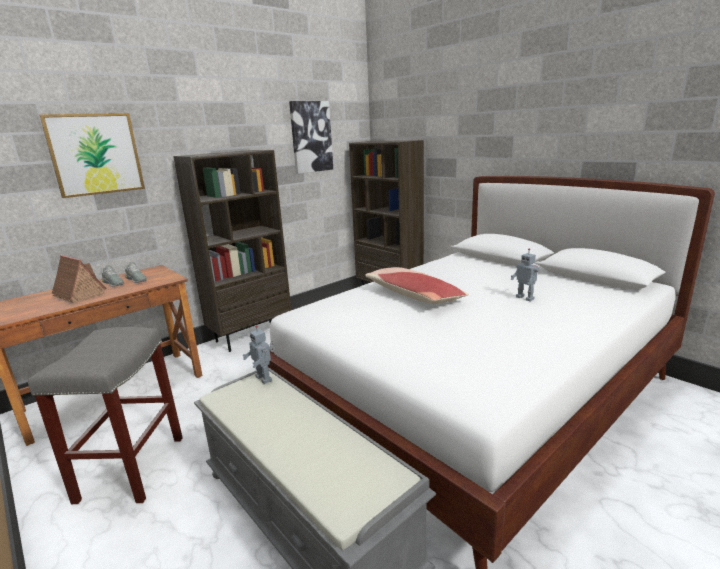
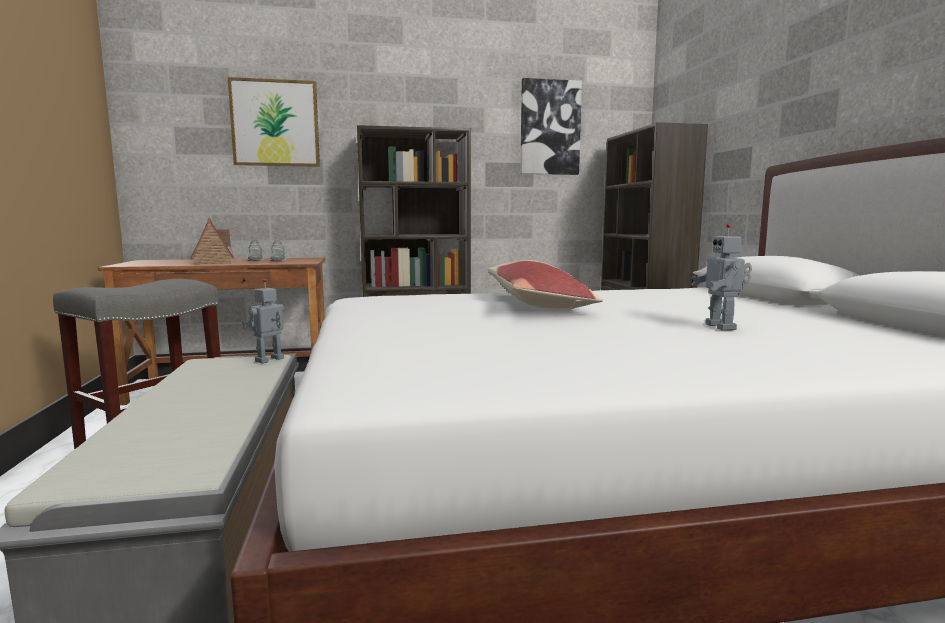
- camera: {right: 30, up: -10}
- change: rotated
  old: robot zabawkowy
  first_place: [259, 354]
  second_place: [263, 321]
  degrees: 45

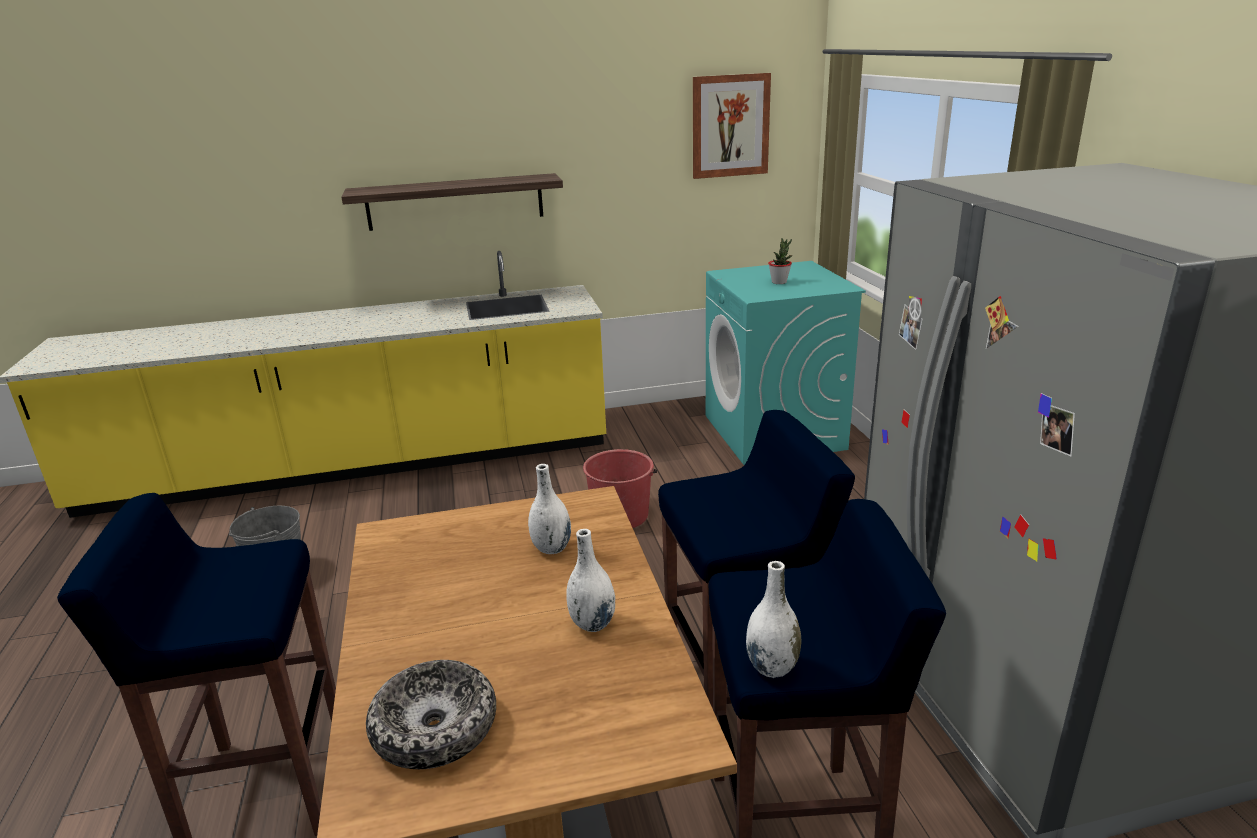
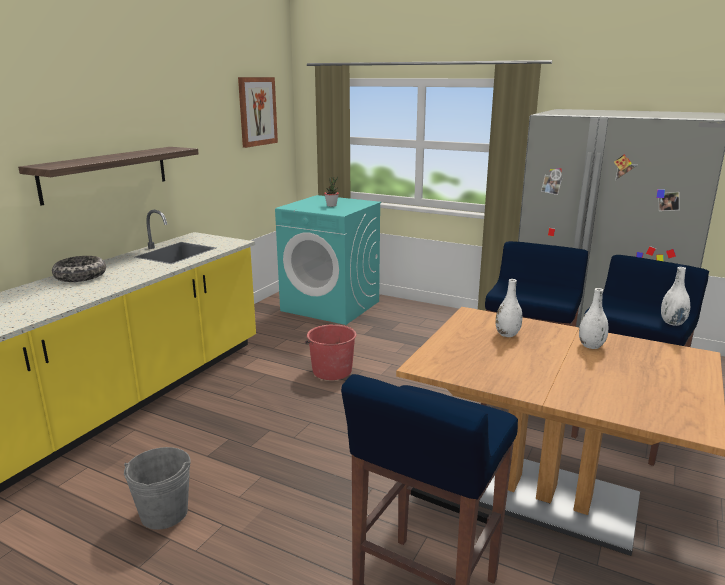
- camera: {right: -50, up: -5}
- change: shifted
  old: miska
  first_place: [431, 714]
  second_place: [79, 269]

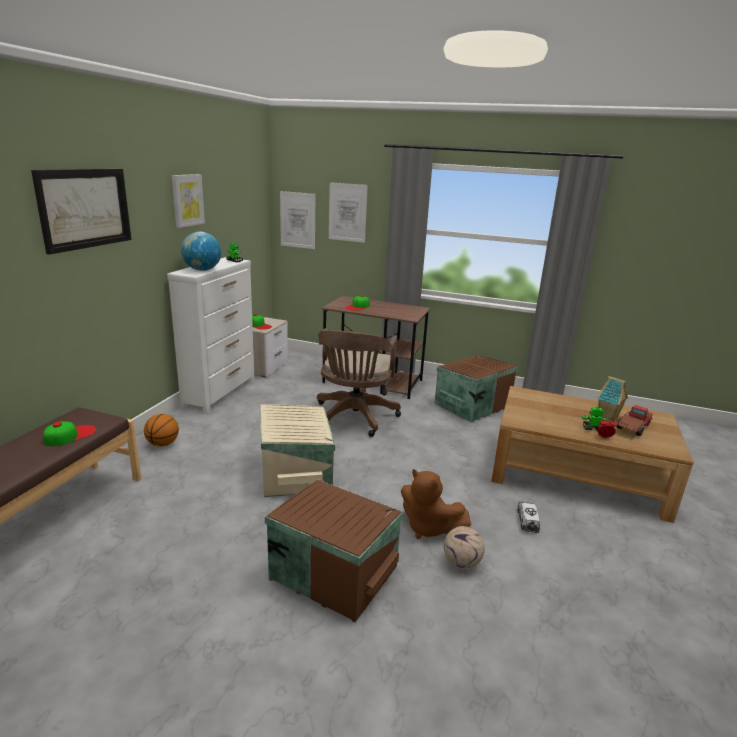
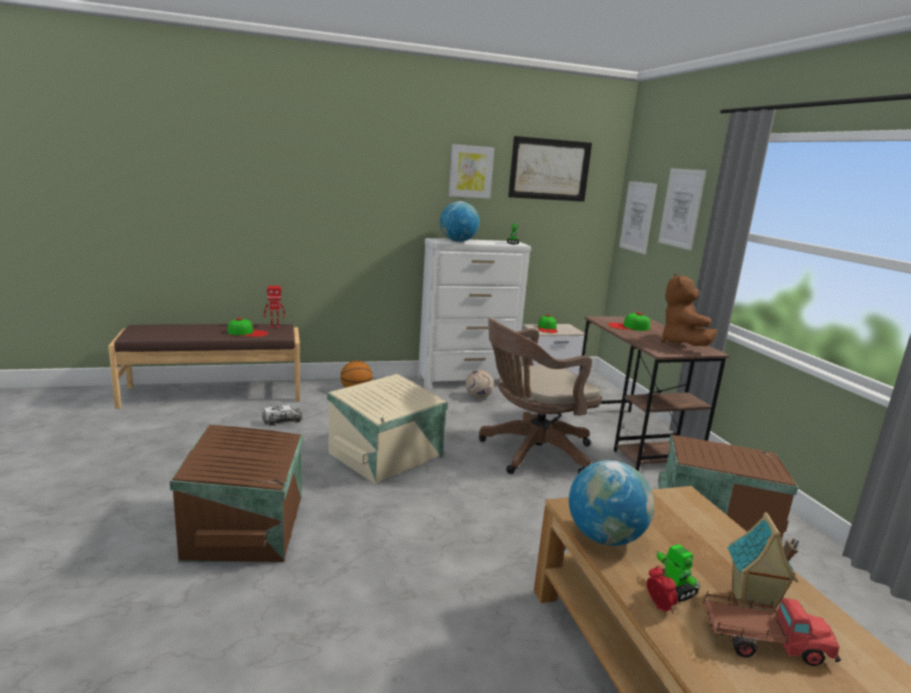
- camera: {right: 55, up: -5}
- change: shifted
  old: obraz
  first_place: [81, 212]
  second_place: [550, 169]
- change: shifted
  old: pluszak/brązowy
  first_place: [436, 504]
  second_place: [689, 310]
- change: shifted
  old: piłka futbolowa
  first_place: [464, 547]
  second_place: [480, 384]
- change: shifted
  old: ciężarówka zabawkowa
  first_place: [528, 517]
  second_place: [282, 415]
- change: new
  new: robot zabawkowy
  second_place: [274, 307]
- change: new
  new: globus
  second_place: [611, 503]

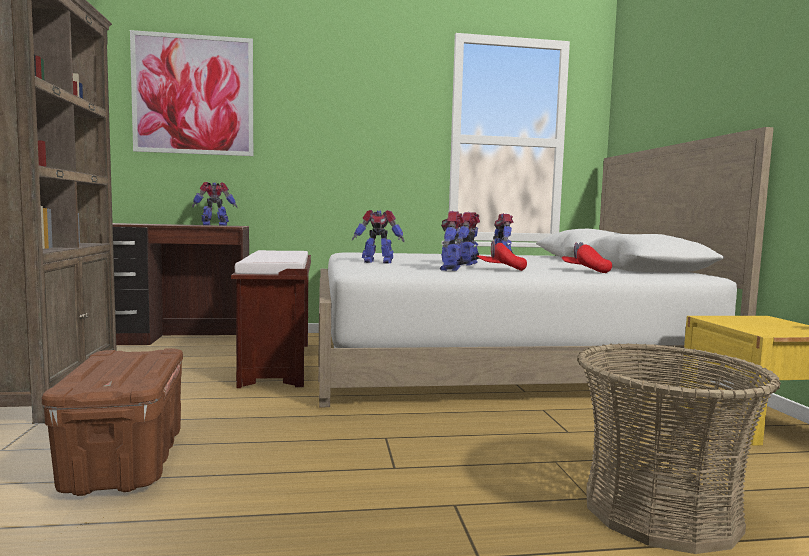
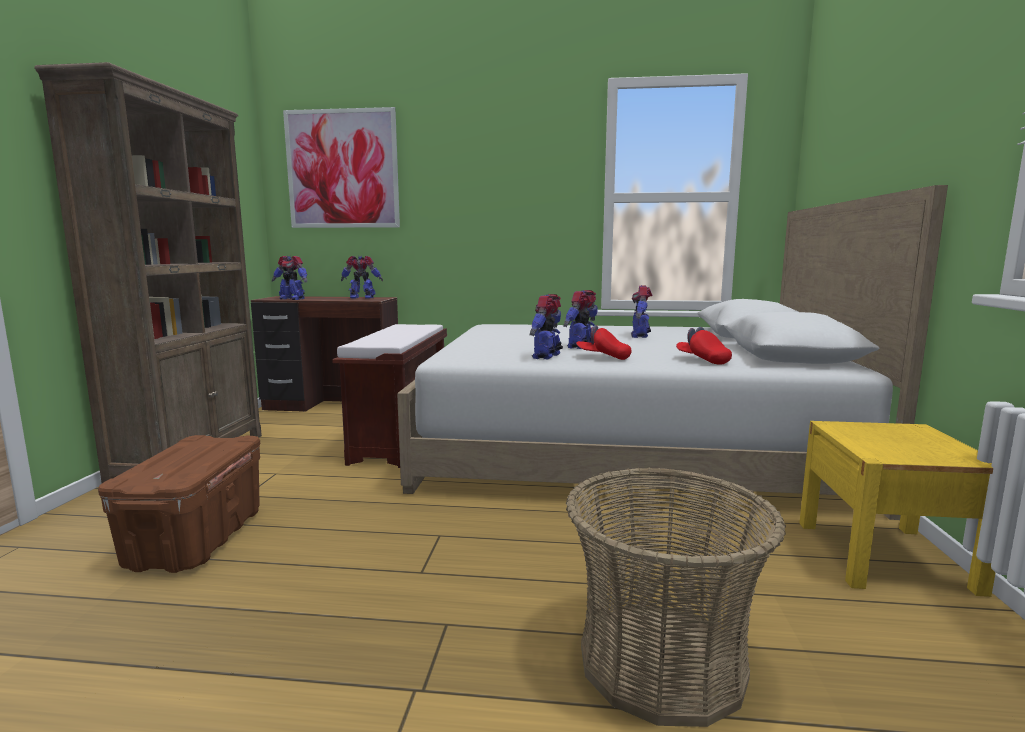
- camera: {right: 15, up: 5}
- change: shifted
  old: robot zabawkowy
  first_place: [378, 236]
  second_place: [289, 278]

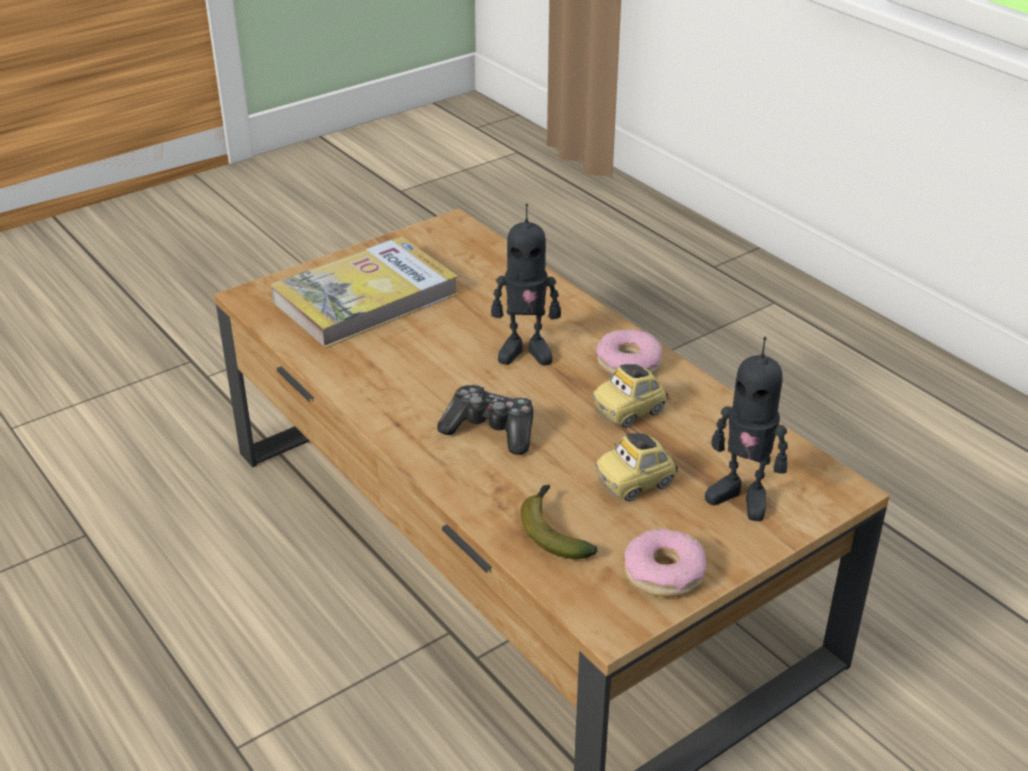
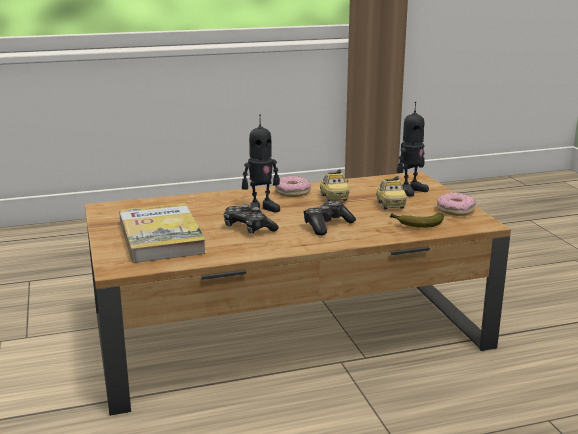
- camera: {right: -70, up: -15}
- change: rotated
  old: robot zabawkowy
  first_place: [526, 284]
  second_place: [261, 164]
  degrees: 45
- change: new
  new: pad do gier
  second_place: [251, 219]

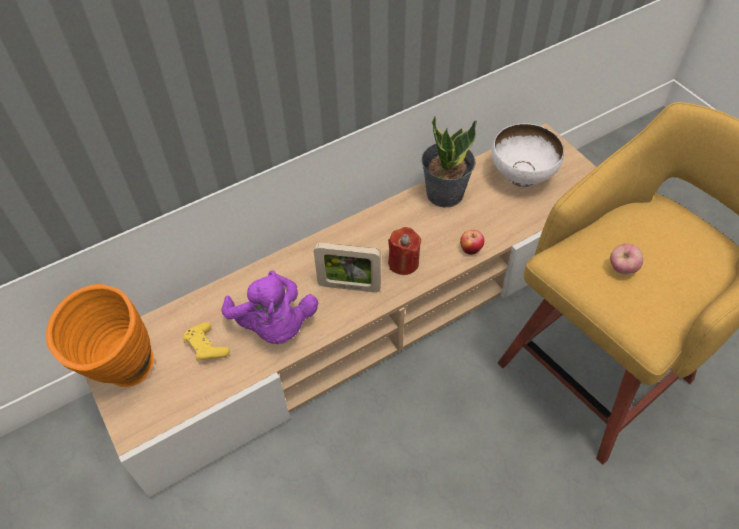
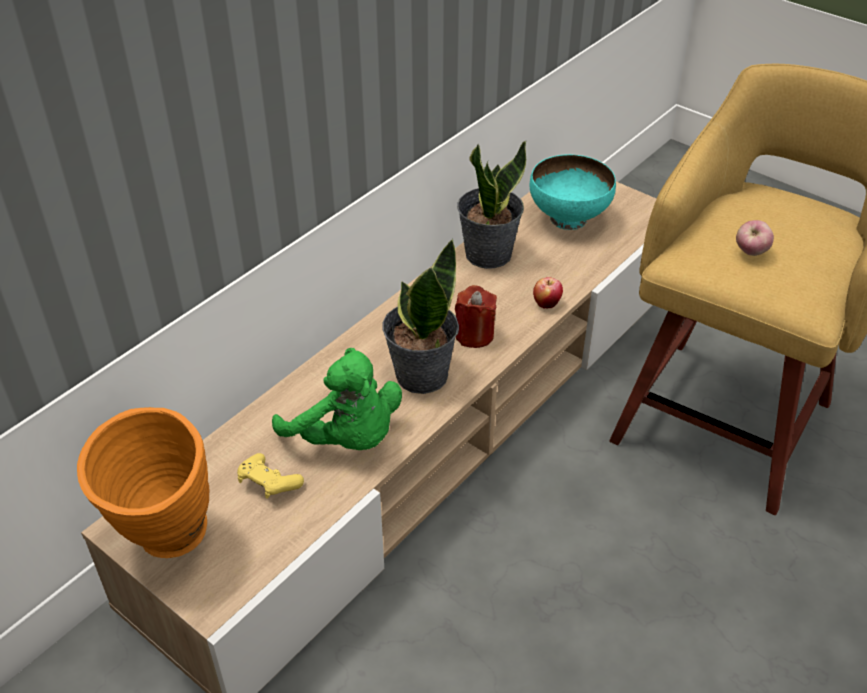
- camera: {right: -20, up: -10}
- change: repainted
  old: pluszak/fioletowy
  new: pluszak/zielony
  first_place: [270, 307]
  second_place: [337, 399]
- change: swapped
  old: ramka na zdjęcie
  new: roślina doniczkowa
  first_place: [347, 267]
  second_place: [420, 316]
- change: repainted
  old: miska/biały
  new: miska/turkusowy
  first_place: [528, 155]
  second_place: [573, 192]

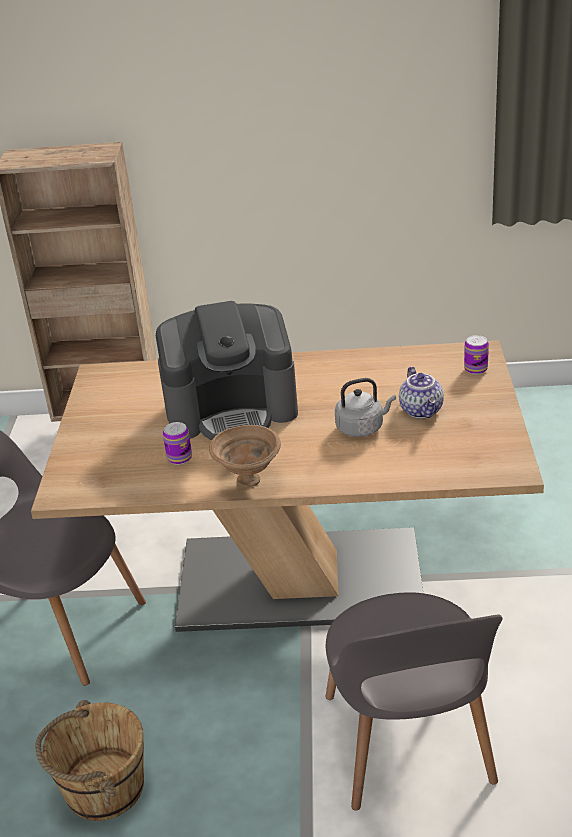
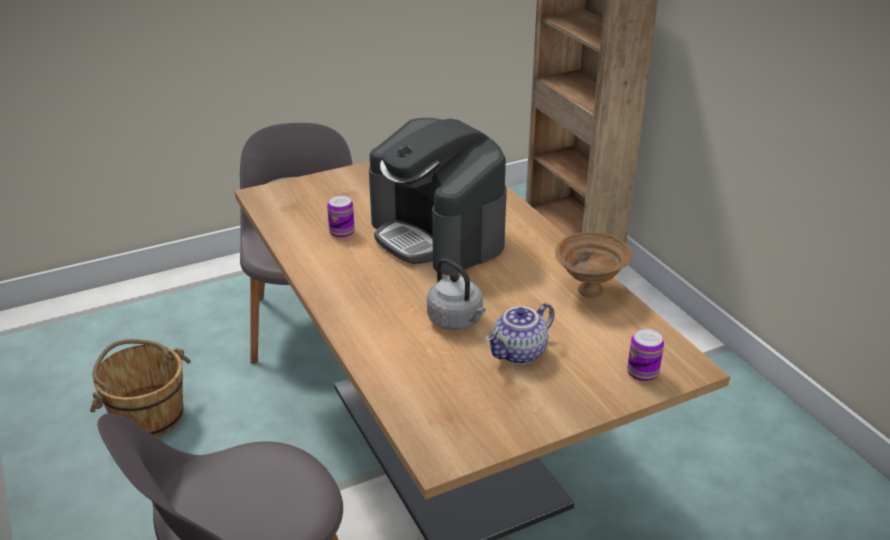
- camera: {right: 60, up: 0}
- change: shifted
  old: miska/brązowy
  first_place: [245, 456]
  second_place: [594, 265]

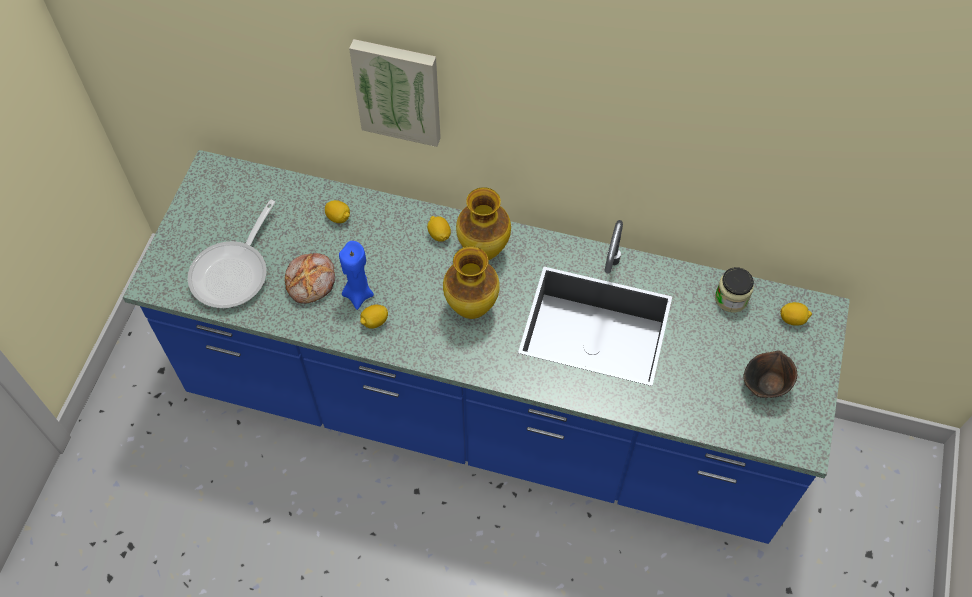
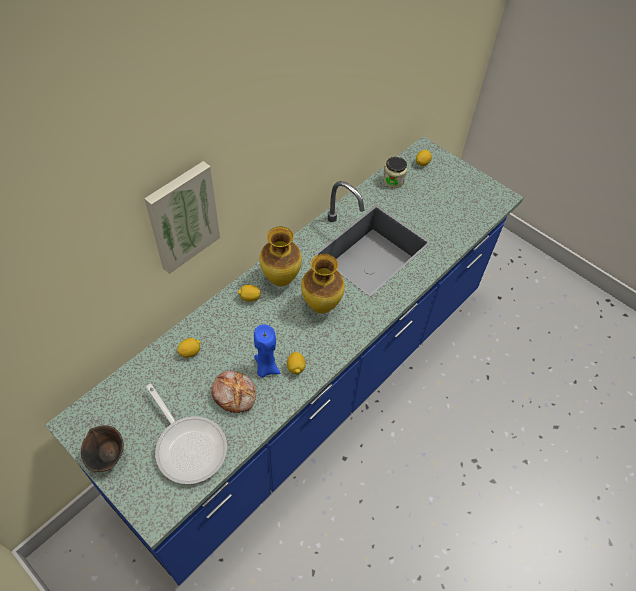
- camera: {right: -65, up: -5}
- change: shifted
  old: miska/brązowy
  first_place: [770, 374]
  second_place: [102, 448]

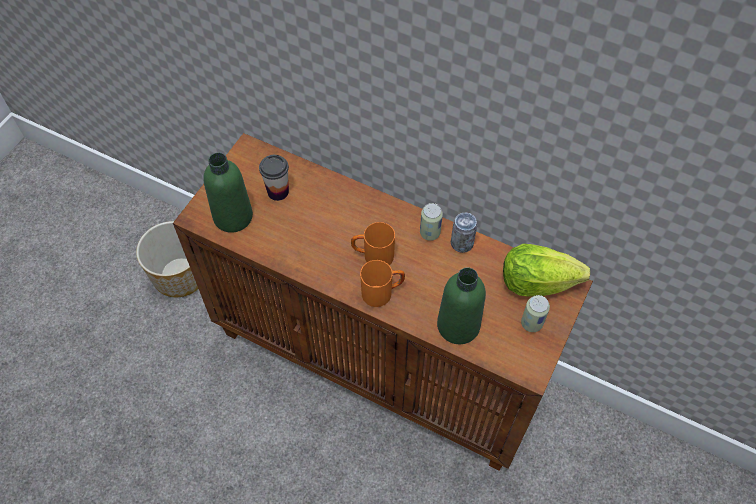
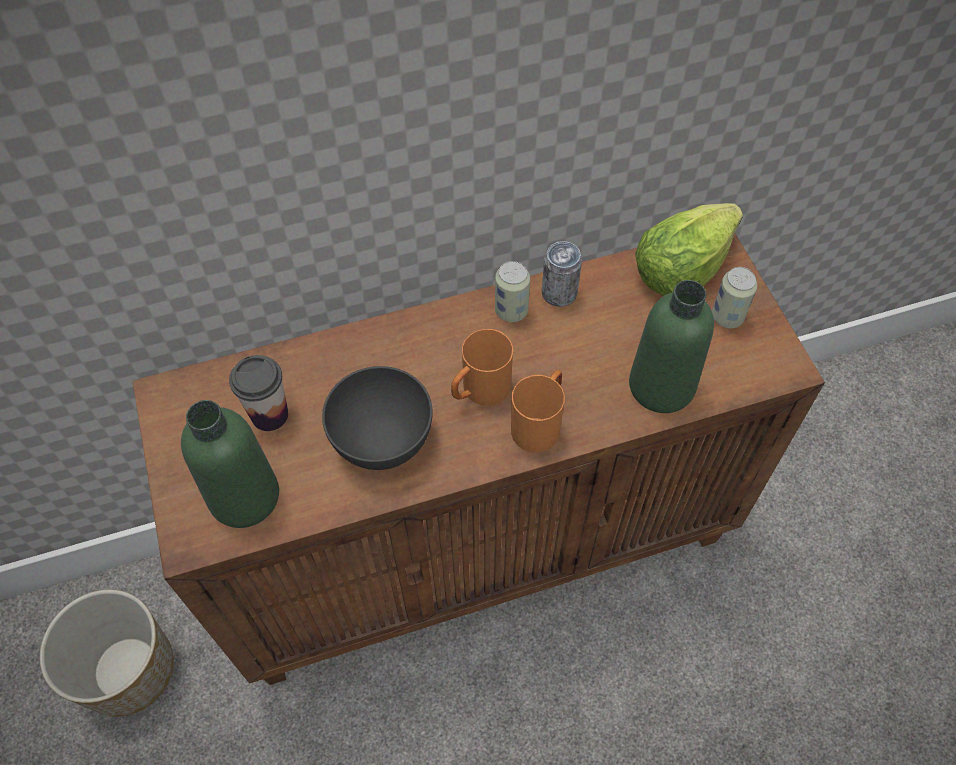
- camera: {right: -45, up: 0}
- change: new
  new: miska/szary
  second_place: [377, 418]

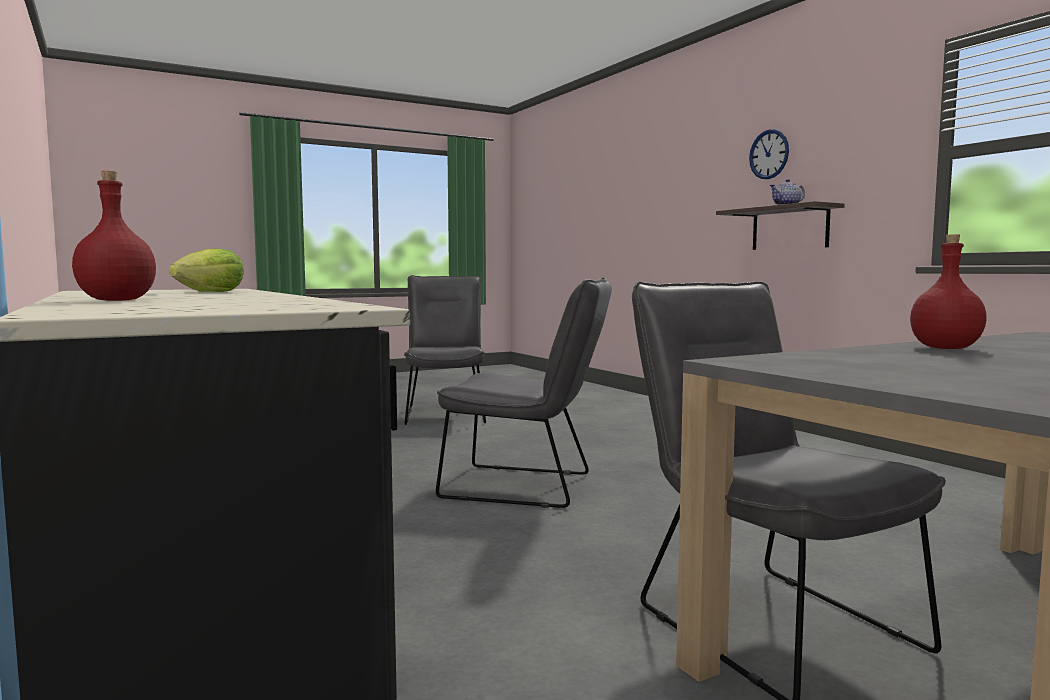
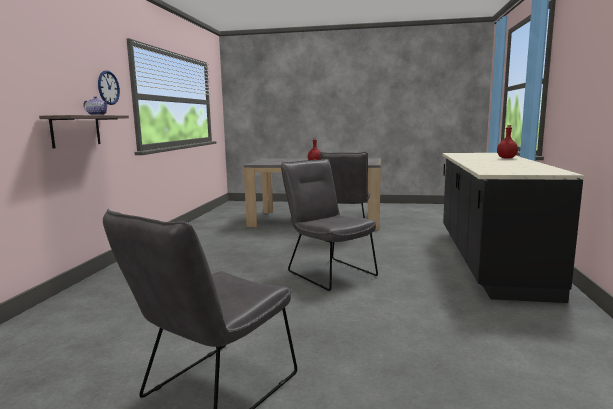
- camera: {right: -140, up: 5}
- change: gone
  old: sałata
  first_place: [206, 270]
- change: shifted
  old: zegar ścienny
  first_place: [769, 154]
  second_place: [109, 88]

